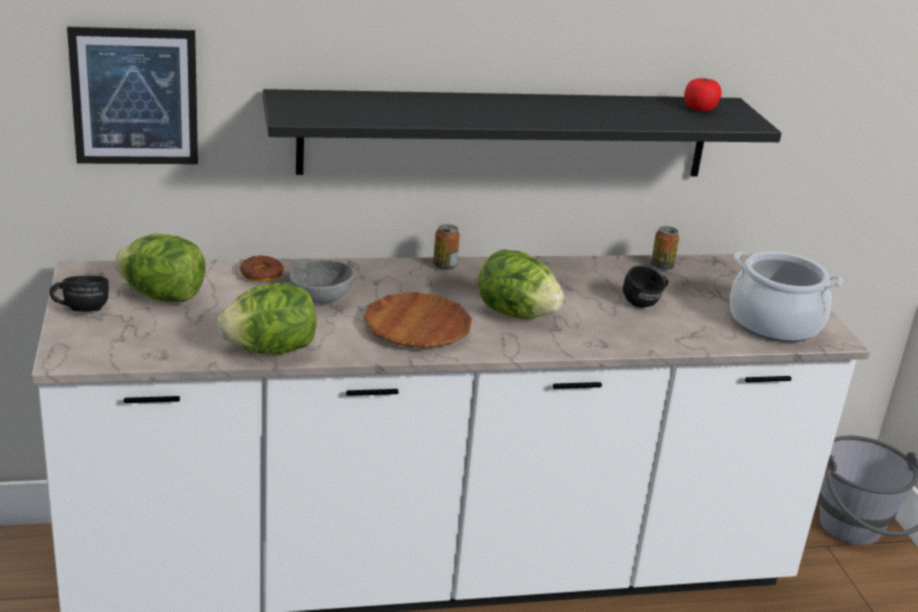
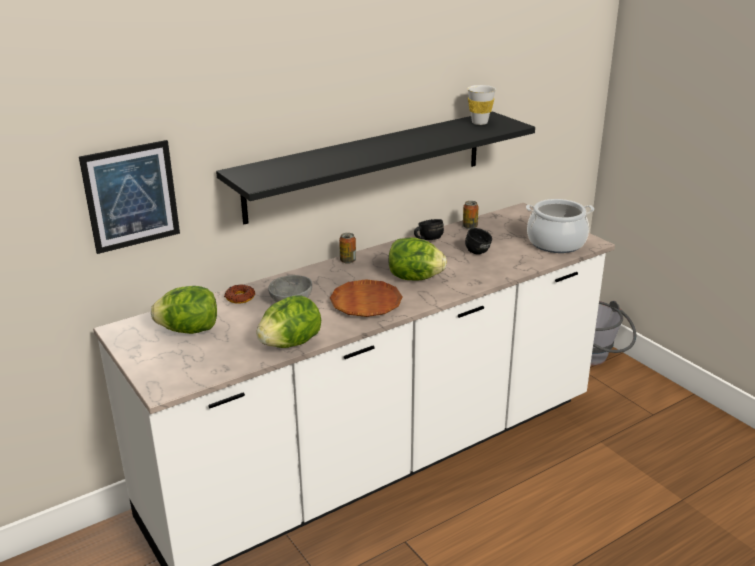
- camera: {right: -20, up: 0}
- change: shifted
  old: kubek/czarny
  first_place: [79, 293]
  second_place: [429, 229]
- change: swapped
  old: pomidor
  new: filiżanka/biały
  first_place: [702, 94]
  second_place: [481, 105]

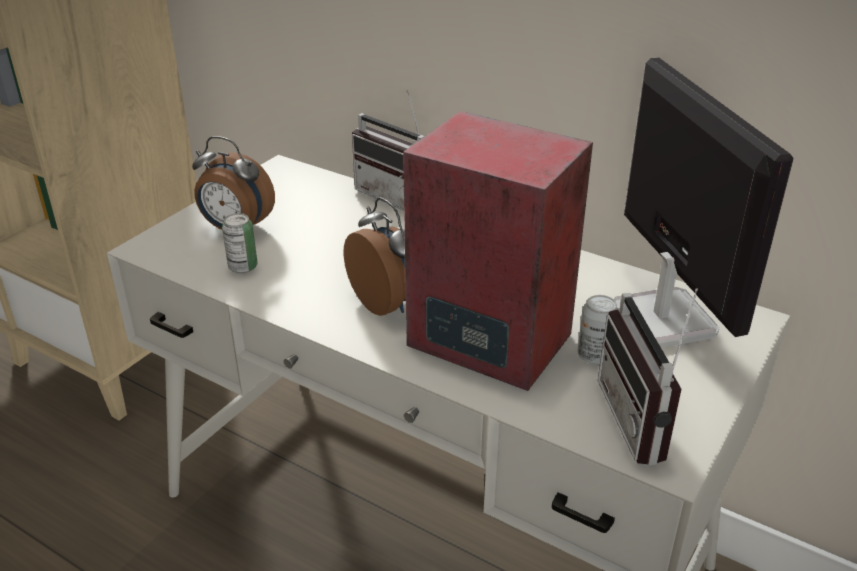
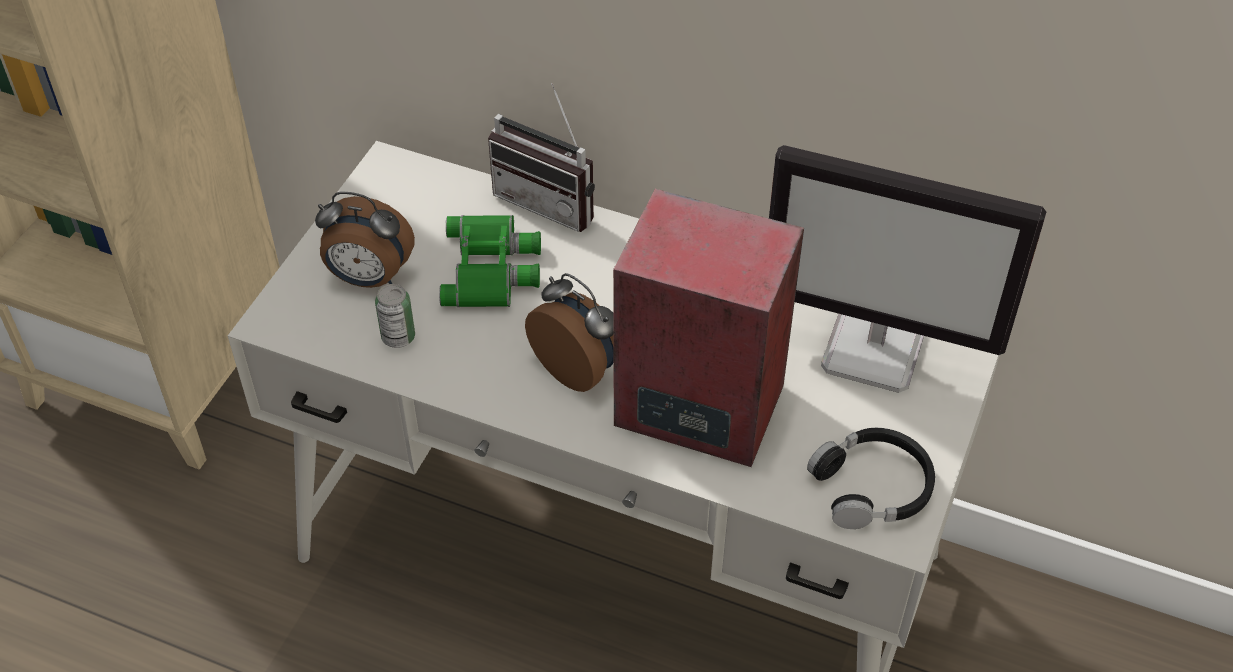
- camera: {right: -10, up: 15}
- change: gone
  old: puszka
  first_place: [598, 329]
- change: swapped
  old: radio
  new: słuchawki/czarny
  first_place: [648, 376]
  second_place: [871, 478]
- change: rotated
  old: monitor
  first_place: [704, 202]
  second_place: [908, 269]
  degrees: 135
- change: new
  new: lornetka/zielony
  second_place: [490, 261]

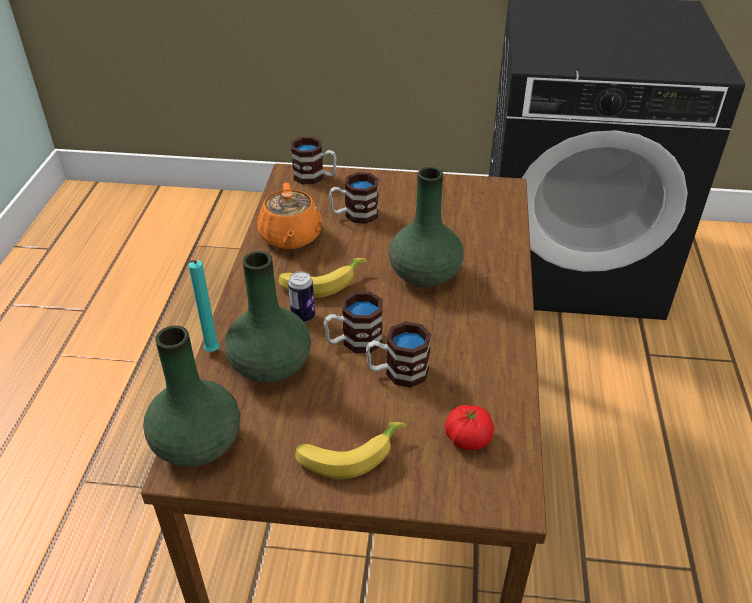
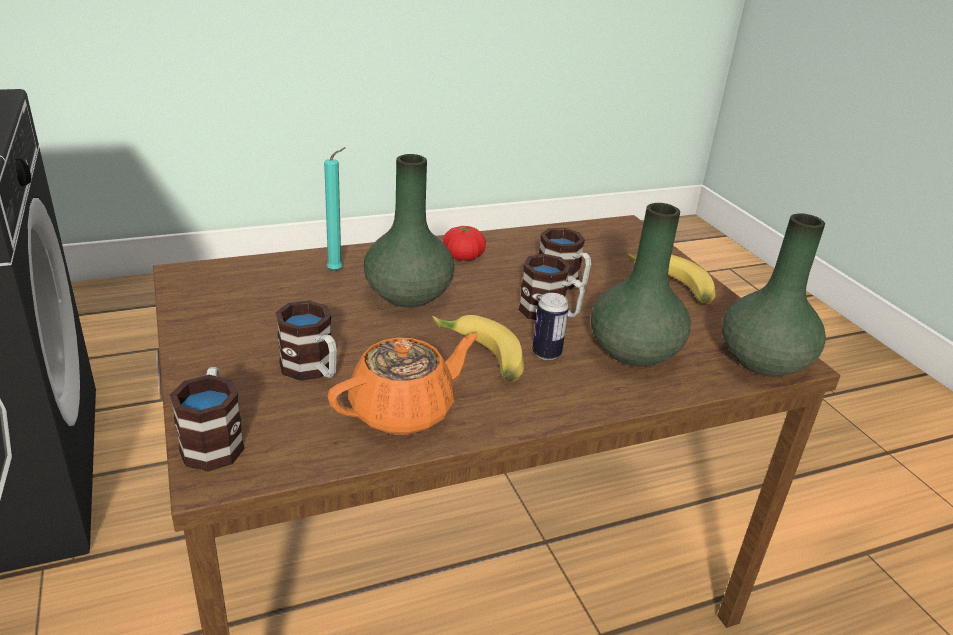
- camera: {right: -120, up: -10}
- change: shifted
  old: świeca/turkusowy
  first_place: [203, 306]
  second_place: [335, 209]
- change: shifted
  old: pomidor
  first_place: [469, 427]
  second_place: [464, 243]

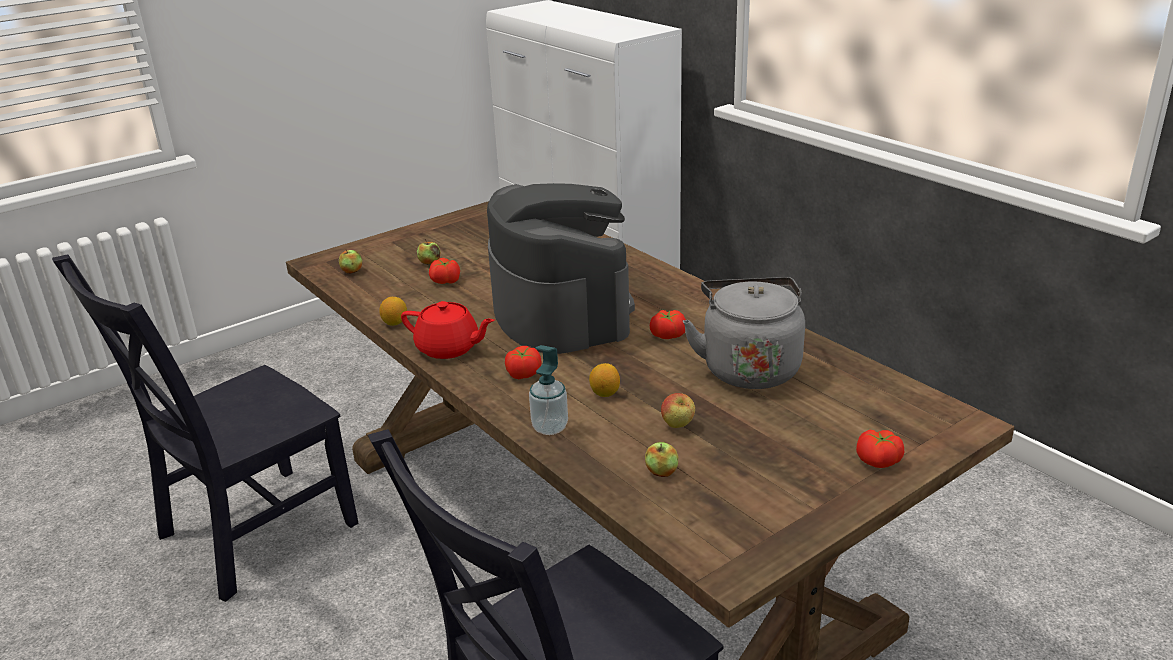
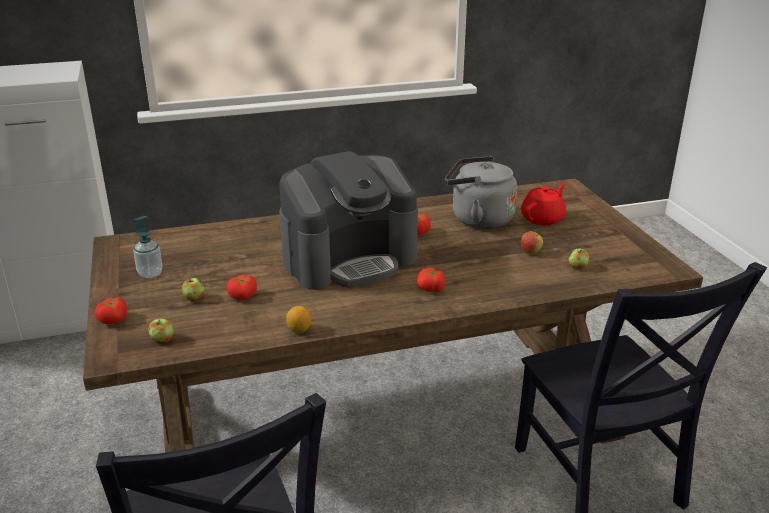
- camera: {right: -70, up: 0}
- change: shifted
  old: imbryk/czerwony
  first_place: [448, 330]
  second_place: [543, 204]
- change: rotated
  old: ekspres do kawy
  first_place: [561, 268]
  second_place: [348, 220]
  degrees: 150
- change: shifted
  old: dozownik mydła
  first_place: [548, 390]
  second_place: [147, 247]
- change: gone
  old: cytryna
  first_place: [604, 380]
- change: shifted
  old: pomidor
  first_place: [880, 449]
  second_place: [111, 310]

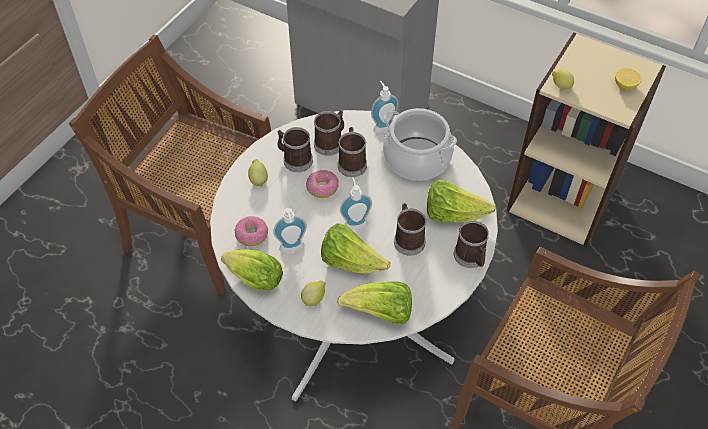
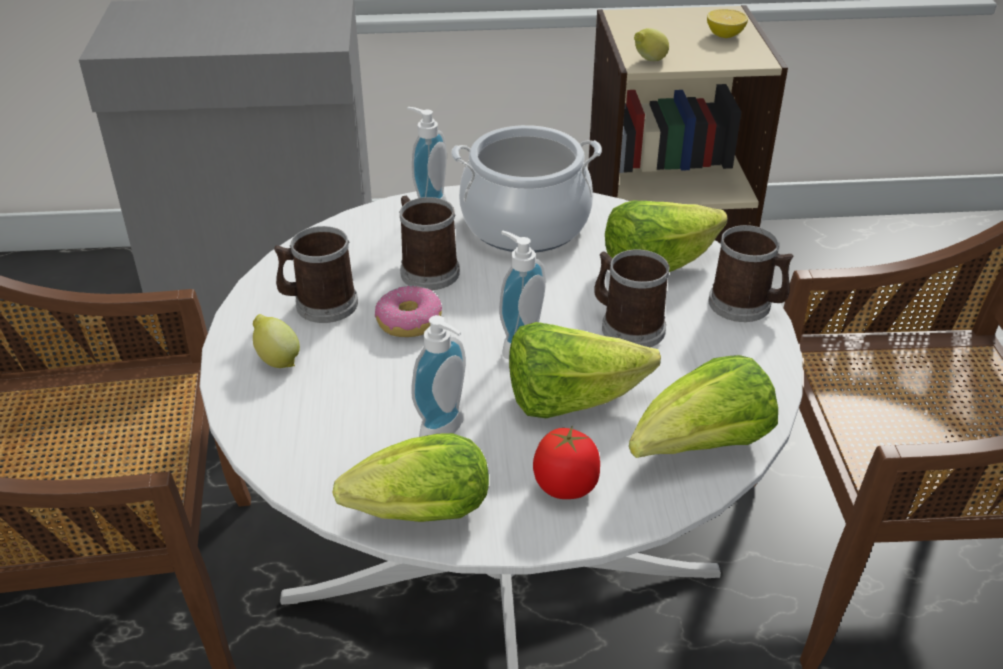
- camera: {right: -35, up: -15}
- change: gone
  old: donut
  first_place: [251, 231]
- change: swapped
  old: cytryna
  new: pomidor
  first_place: [313, 293]
  second_place: [566, 462]
- change: gone
  old: kubek
  first_place: [329, 133]

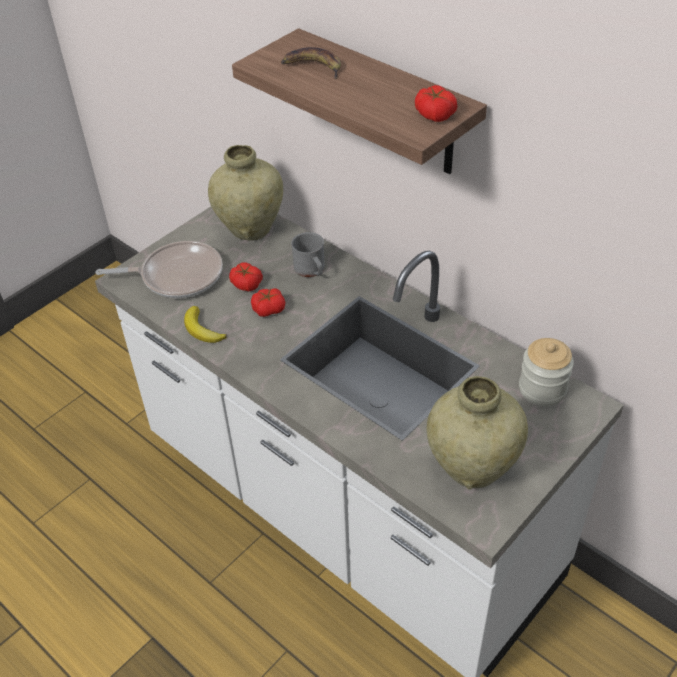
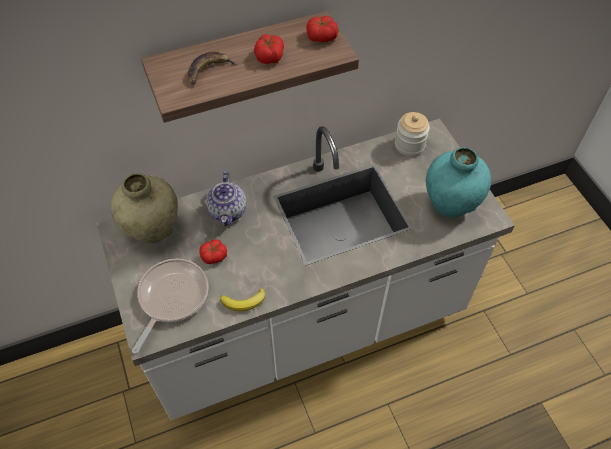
- camera: {right: -65, up: 10}
- change: shifted
  old: pomidor
  first_place: [268, 303]
  second_place: [269, 49]
- change: swapped
  old: kubek/szary
  new: imbryk
  first_place: [308, 254]
  second_place: [226, 198]
- change: repainted
  old: wazon/beżowy
  new: wazon/turkusowy
  first_place: [477, 432]
  second_place: [458, 182]

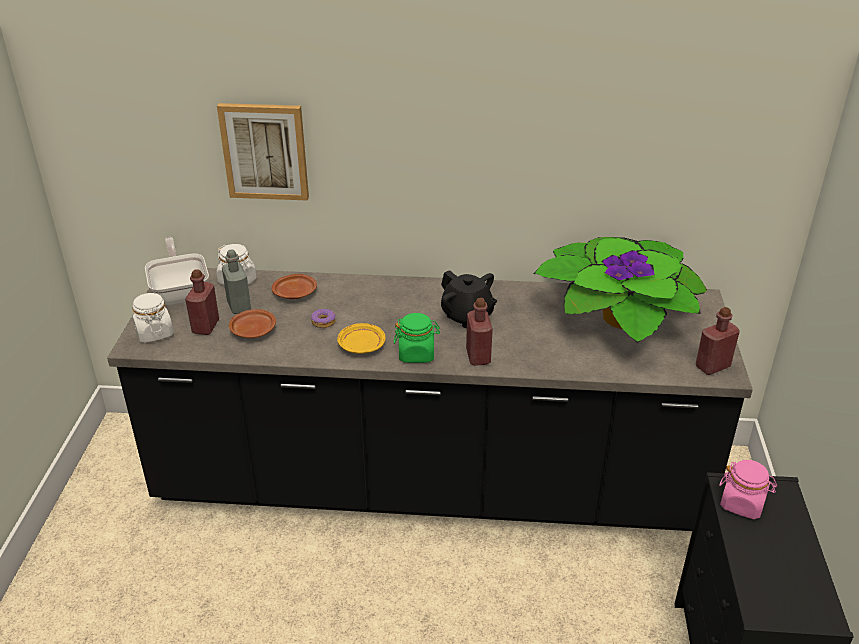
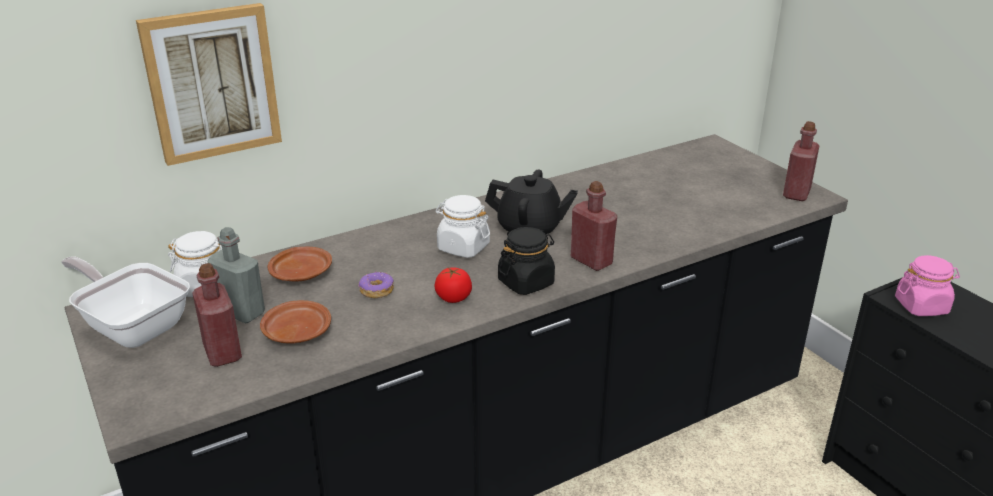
- camera: {right: -35, up: -5}
- change: shifted
  old: słoik/biały
  first_place: [153, 318]
  second_place: [463, 226]
- change: swapped
  old: talerz/żółty
  new: pomidor
  first_place: [361, 338]
  second_place: [453, 285]
- change: repainted
  old: słoik/zielony
  new: słoik/czarny
  first_place: [417, 338]
  second_place: [526, 261]
- change: gone
  old: roślina doniczkowa
  first_place: [620, 290]

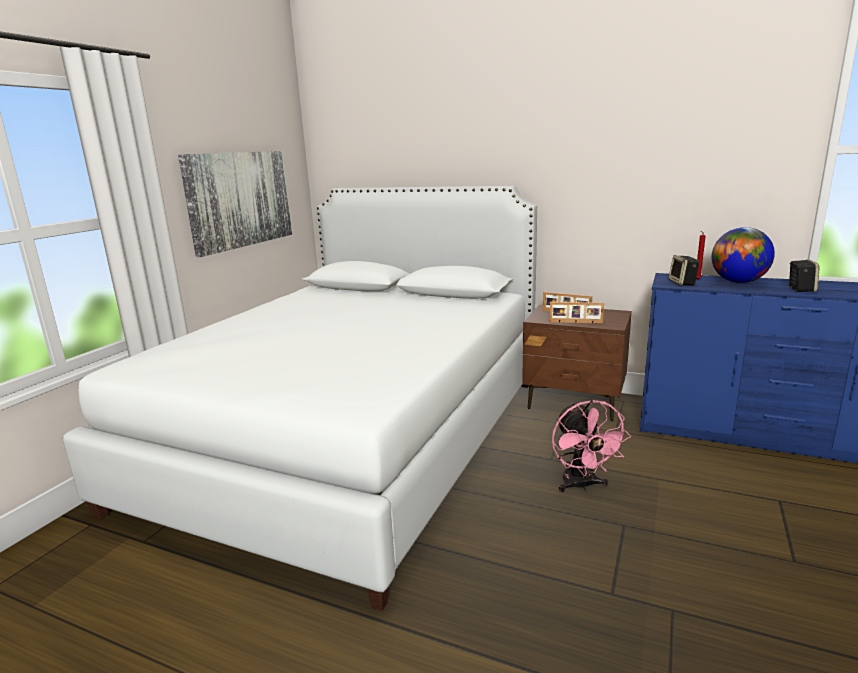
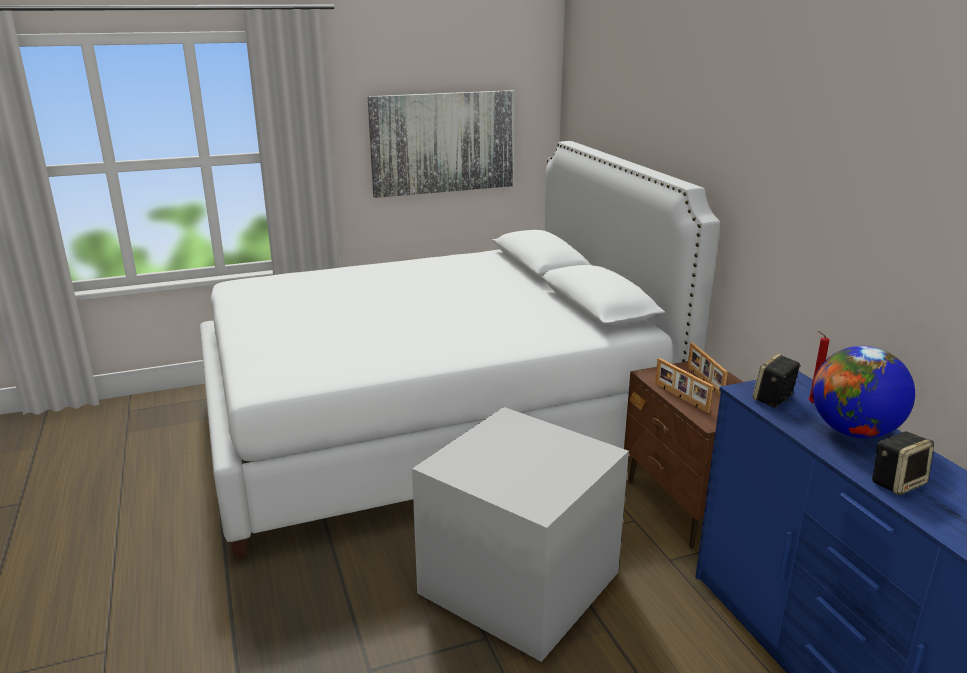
- camera: {right: 45, up: 5}
- change: swapped
  old: wentylator/różowy
  new: pojemnik do przechowywania/szary
  first_place: [591, 446]
  second_place: [520, 534]

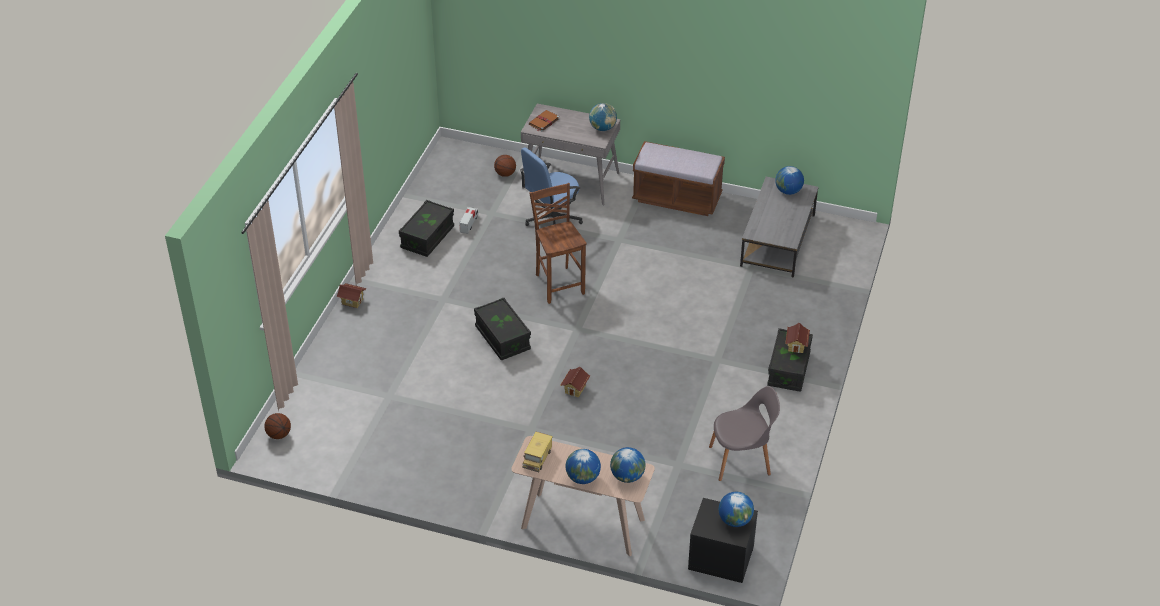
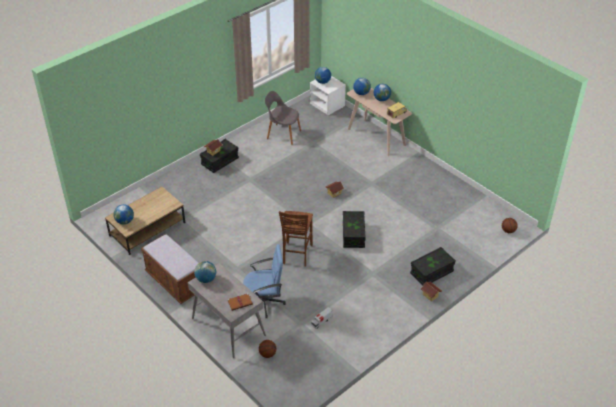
- camera: {right: -150, up: 0}
- change: shifted
  old: pojemnik do przechowywania/czarny
  first_place: [426, 228]
  second_place: [433, 266]
- change: repainted
  old: szafka nocna/czarny
  new: szafka nocna/biały
  first_place: [723, 540]
  second_place: [328, 95]
- change: repainted
  old: ława/szary
  new: ława/brązowy
  first_place: [779, 227]
  second_place: [145, 221]

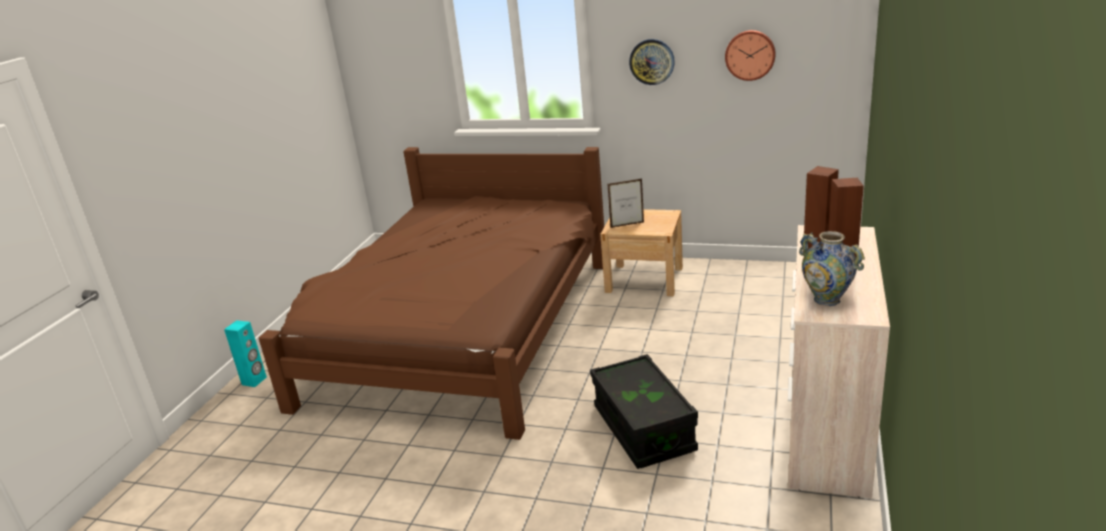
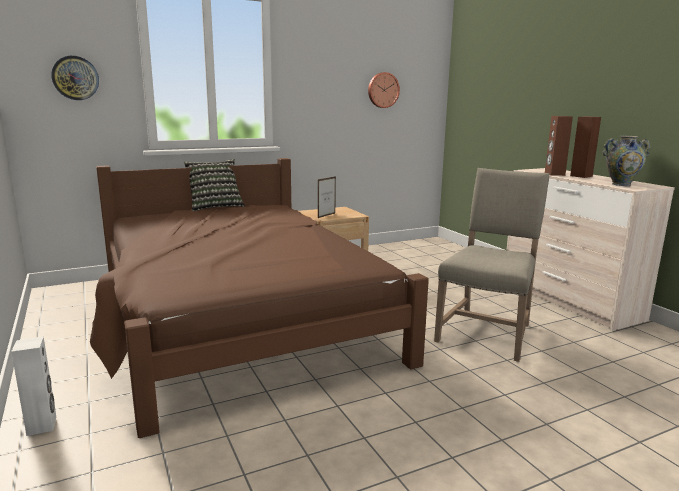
- camera: {right: -45, up: -10}
- change: repainted
  old: głośnik/turkusowy
  new: głośnik/biały
  first_place: [245, 353]
  second_place: [33, 386]
- change: swapped
  old: pojemnik do przechowywania/czarny
  new: krzesło/beżowy
  first_place: [644, 411]
  second_place: [492, 265]
- change: shifted
  old: zegar ścienny
  first_place: [652, 62]
  second_place: [75, 78]
- change: new
  new: poduszka
  second_place: [214, 185]

